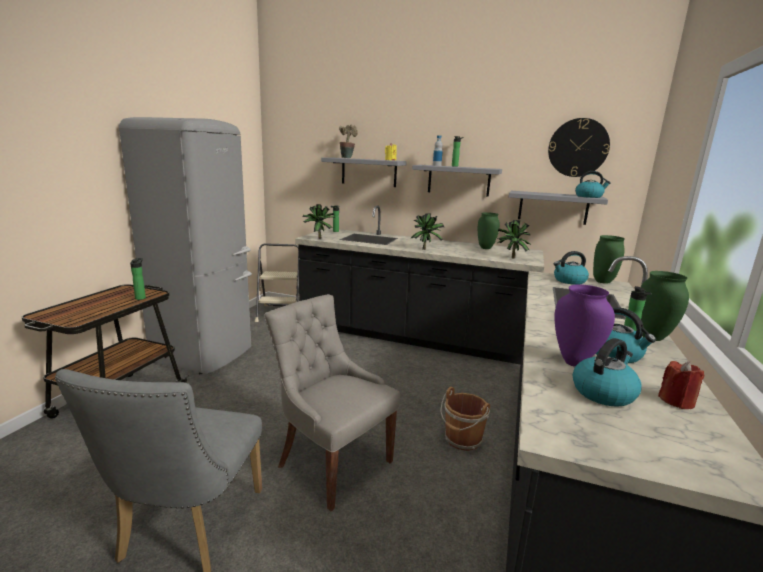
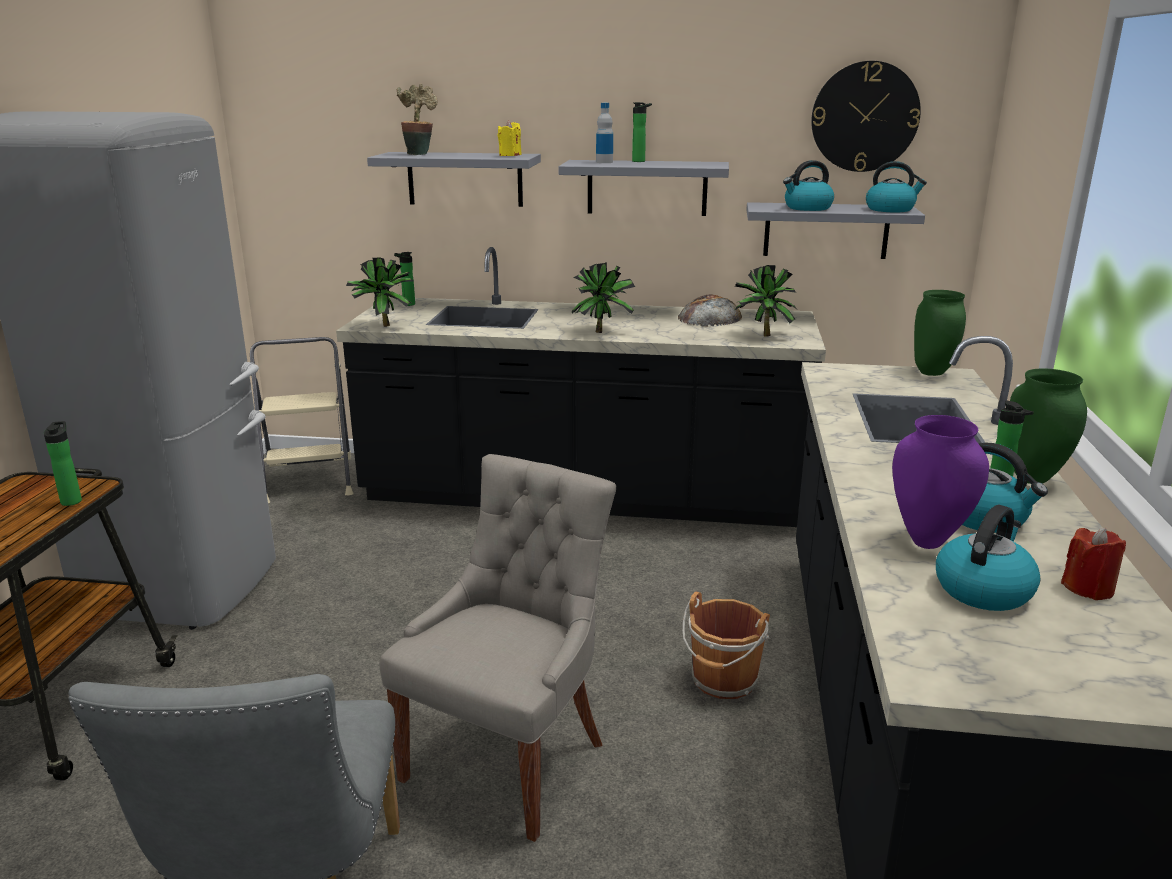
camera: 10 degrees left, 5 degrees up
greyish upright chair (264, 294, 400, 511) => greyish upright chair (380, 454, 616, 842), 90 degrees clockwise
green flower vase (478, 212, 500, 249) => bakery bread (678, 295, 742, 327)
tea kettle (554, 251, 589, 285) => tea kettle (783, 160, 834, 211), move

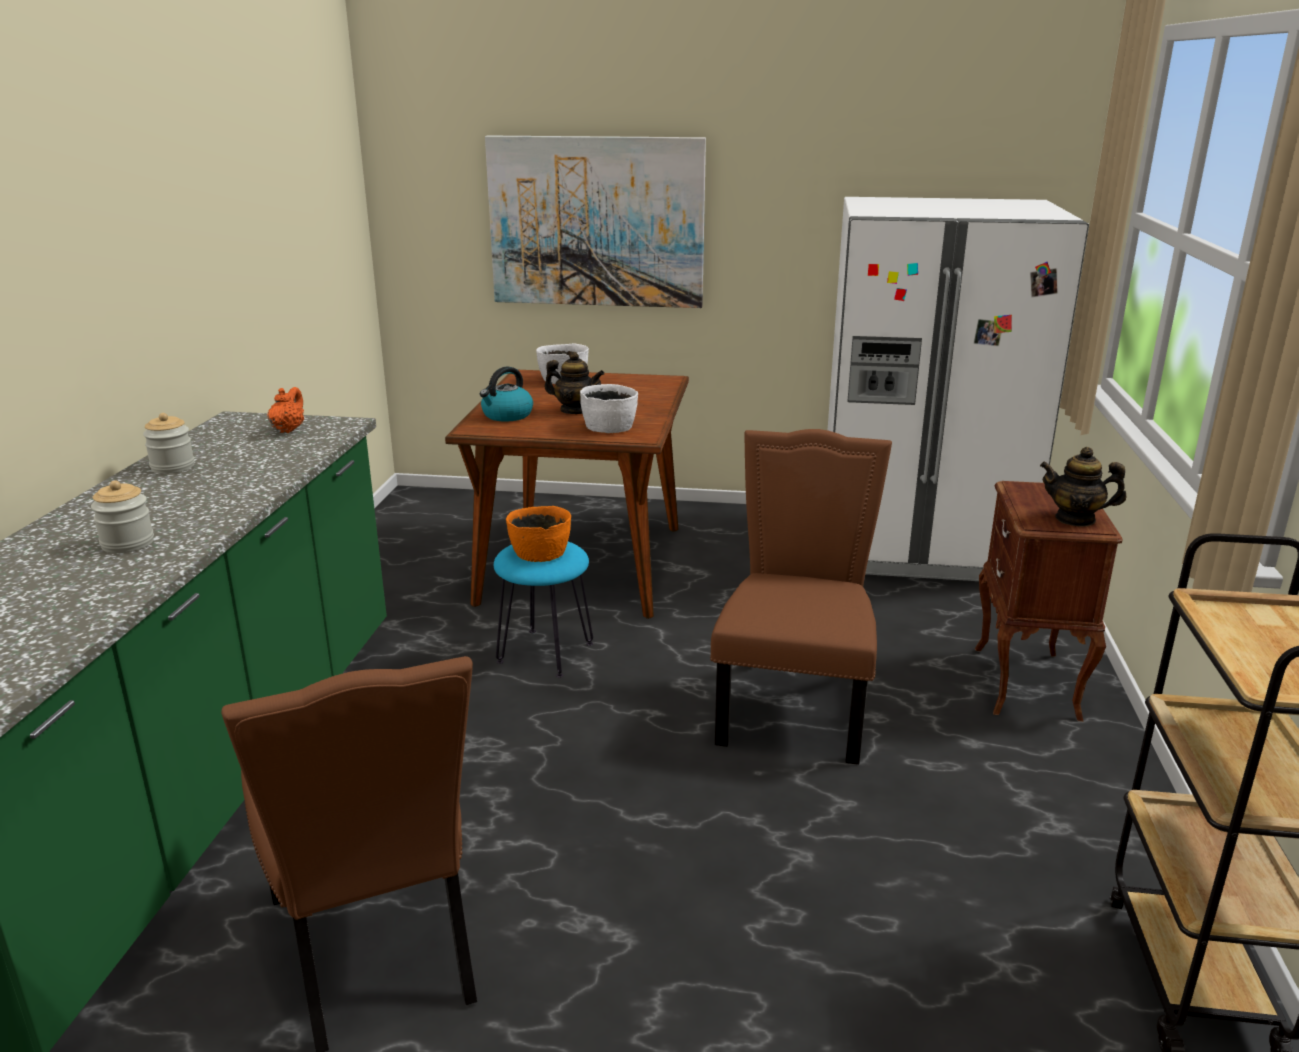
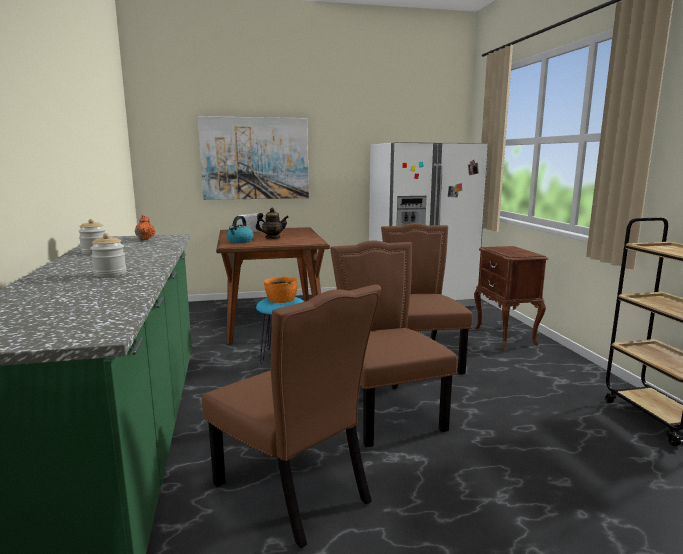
camera: 20 degrees left, 10 degrees down
white serving bowl (580, 384, 638, 433) => nothing
pot for tea (1040, 447, 1126, 527) => nothing
nothing => brown upright chair (330, 240, 457, 448)

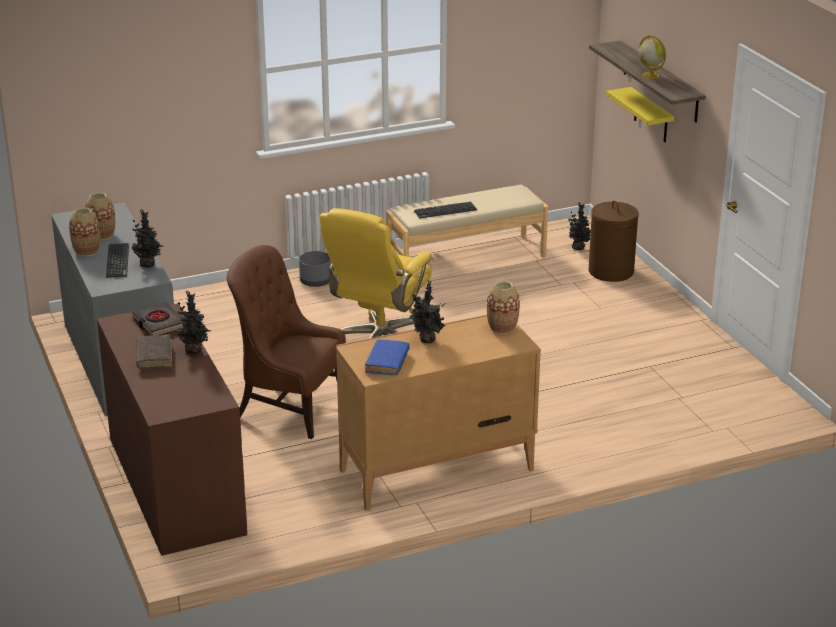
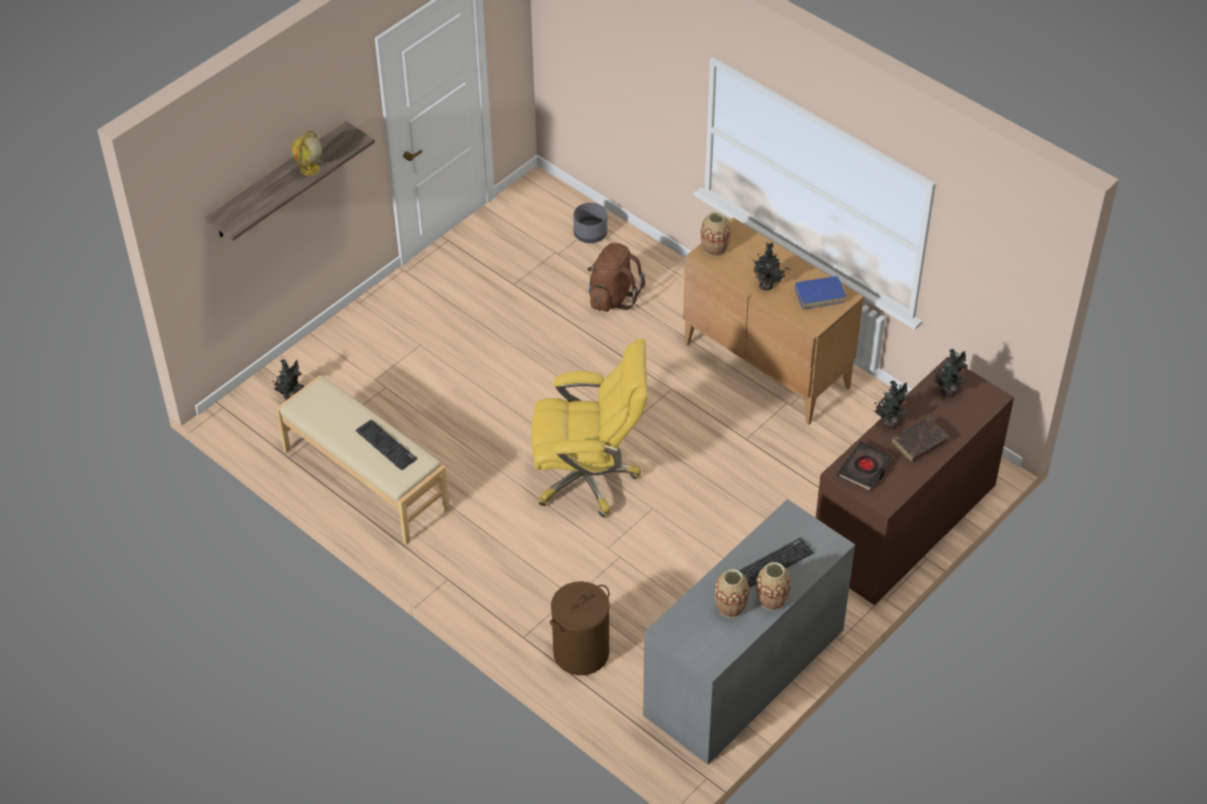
camera: 115 degrees left, 20 degrees up
plant in a pot (132, 209, 163, 268) => plant in a pot (932, 349, 968, 397), move
brown upright chair (227, 245, 346, 439) => nothing
greyish plant pot (299, 251, 332, 287) => greyish plant pot (573, 203, 607, 243), move
brown hamper (589, 200, 639, 282) => brown hamper (550, 581, 610, 675), move
yellow-coloured shelf (606, 87, 674, 142) => nothing
nothing => brown knapsack (587, 243, 645, 312)

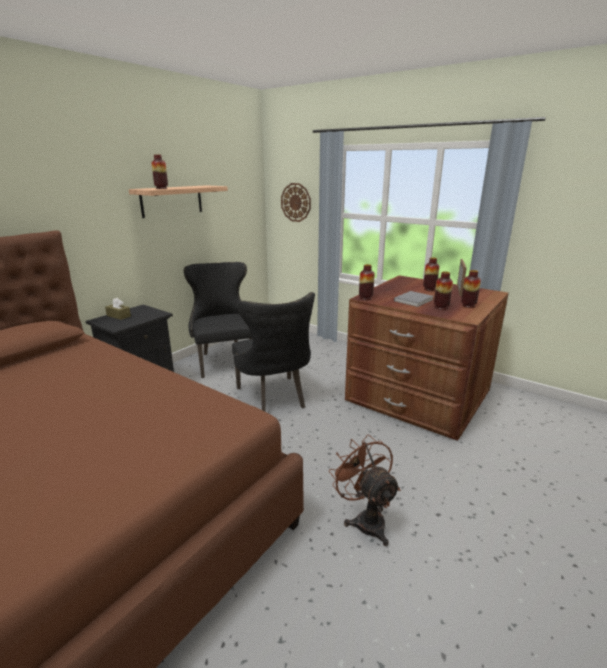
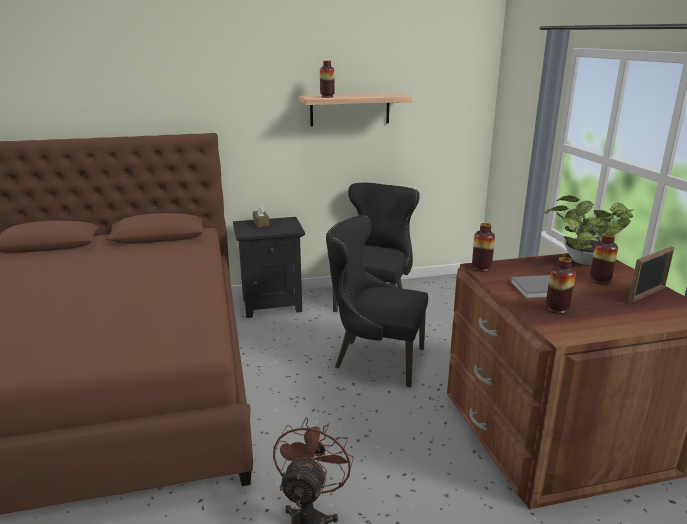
camera: 40 degrees right, 0 degrees up
black upright chair (232, 292, 315, 412) => black upright chair (326, 215, 428, 387), 90 degrees clockwise
wall clock (281, 183, 311, 222) => nothing
flower vase (461, 270, 481, 308) => nothing
nothing => plant in a pot (545, 195, 633, 265)

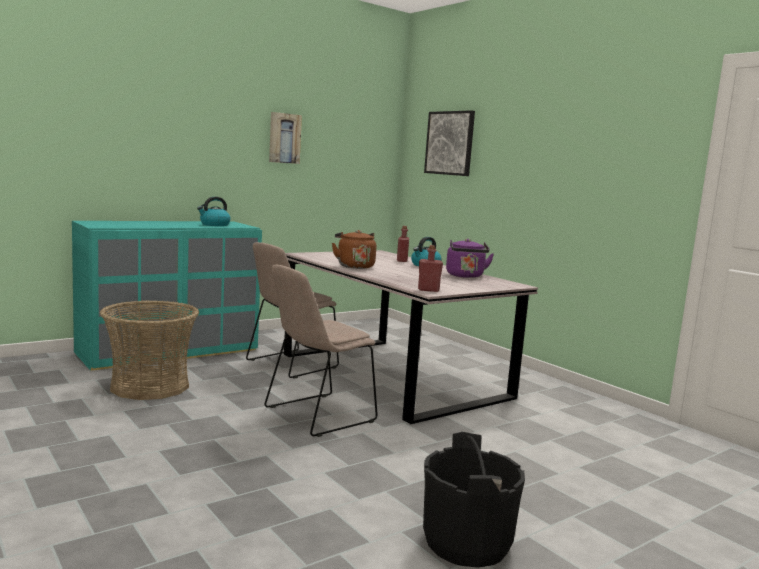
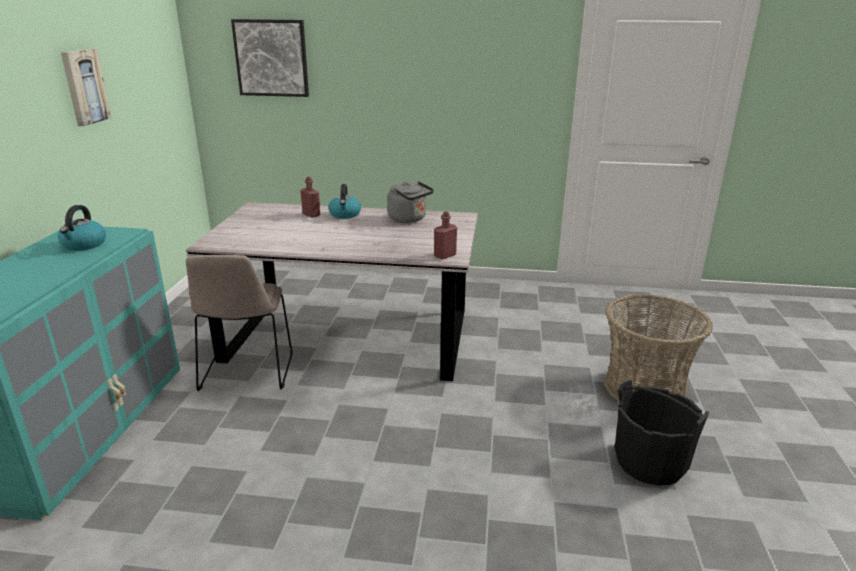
camera: 45 degrees left, 15 degrees up
basket (100, 300, 199, 400) => basket (604, 294, 713, 401), move
beige-coloured upright chair (264, 265, 378, 437) => nothing
brown tea kettle (332, 230, 376, 269) => nothing
purple-coloured tea kettle (446, 239, 494, 278) => greyish tea kettle (387, 181, 434, 223)

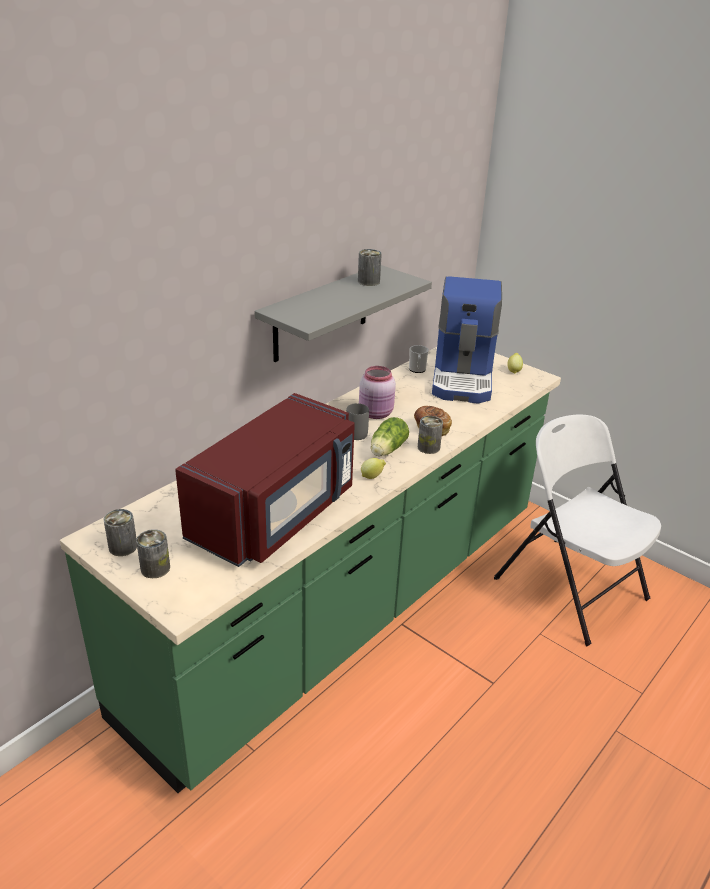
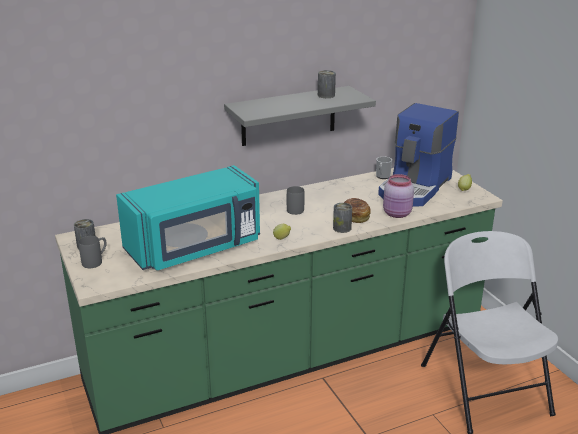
camera: 25 degrees right, 5 degrees down
metal can (136, 529, 170, 578) => greyish mug (78, 236, 107, 268)
red kitchen microwave (175, 393, 355, 567) => turquoise kitchen microwave (116, 165, 260, 270)
pink-coloured storage jar (359, 366, 396, 419) => pink-coloured storage jar (383, 174, 414, 218), move
lettuce (371, 417, 409, 456) => nothing

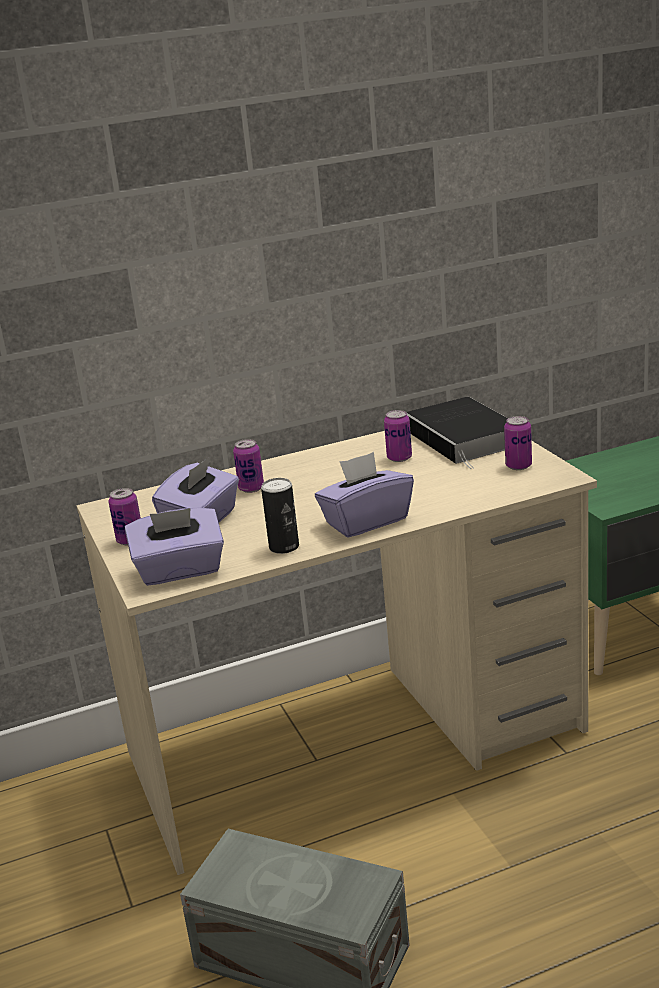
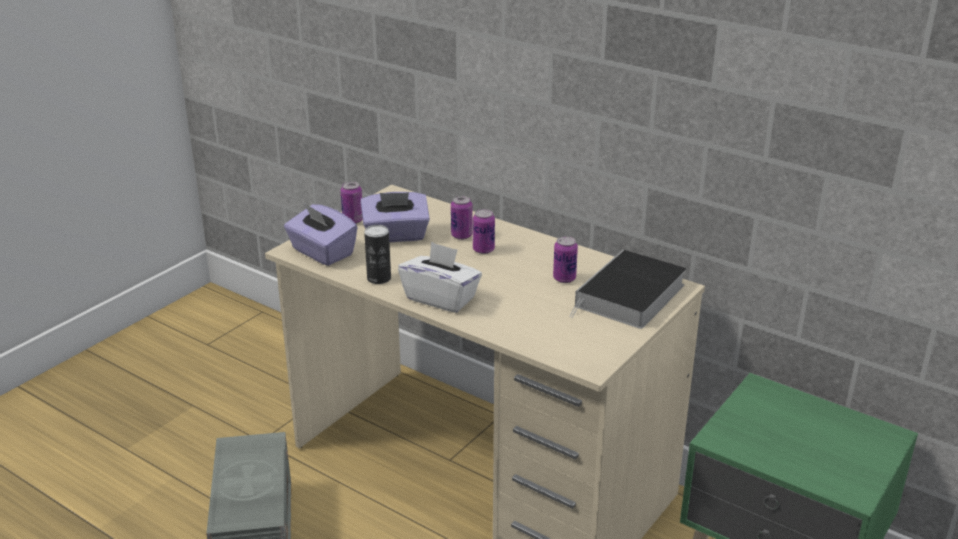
camera: 55 degrees right, 5 degrees up
purple-coloured tissue holder (315, 452, 414, 538) => white tissue holder (398, 241, 482, 313)
metal can (504, 416, 532, 470) => metal can (473, 209, 495, 254), move

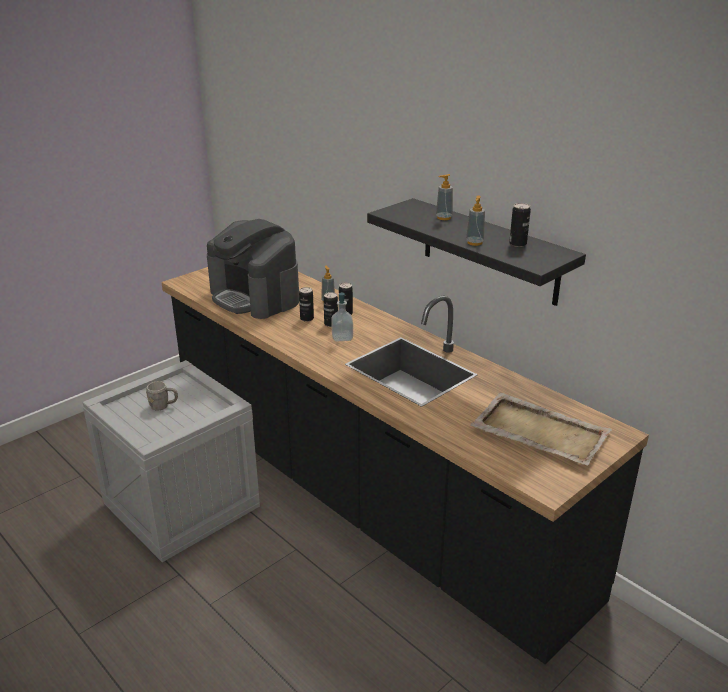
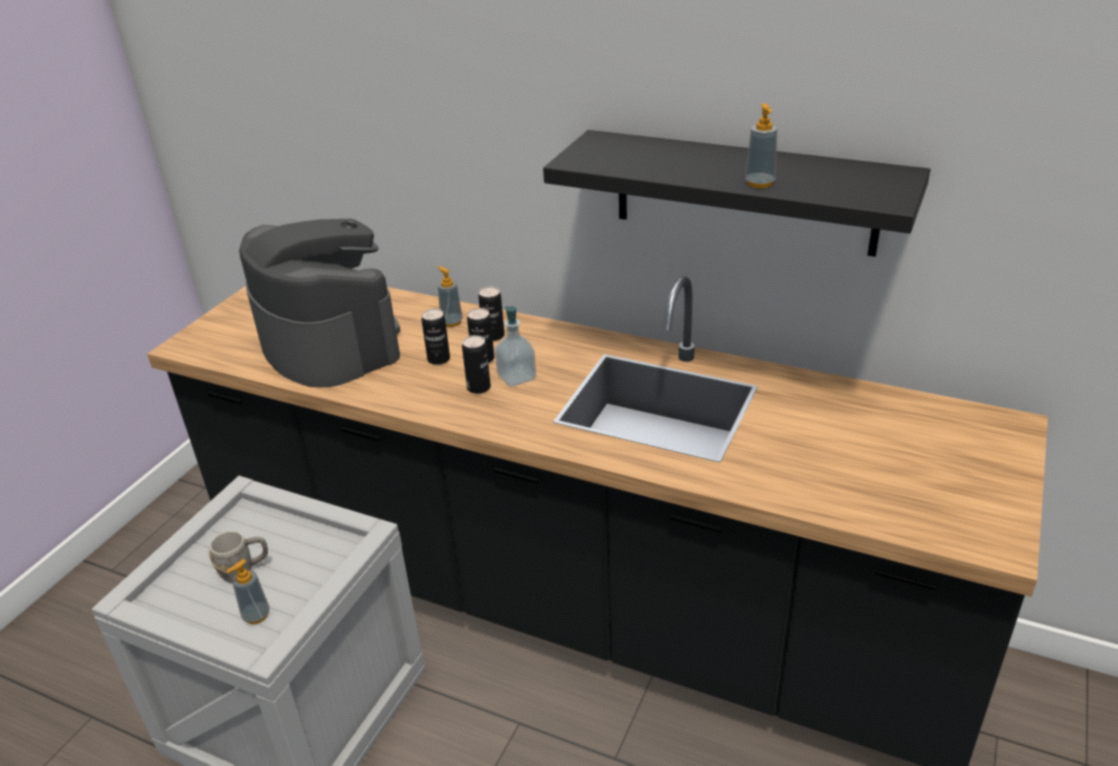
camera: 20 degrees left, 5 degrees up
coffee machine (207, 219, 299, 319) => coffee machine (239, 219, 401, 387), 150 degrees counterclockwise
liquid soap bottle (436, 174, 453, 220) => liquid soap bottle (226, 559, 270, 624), move
beige-coloured carrying tray (470, 392, 612, 465) => nothing
metal can (509, 203, 531, 247) => metal can (462, 335, 491, 394), move

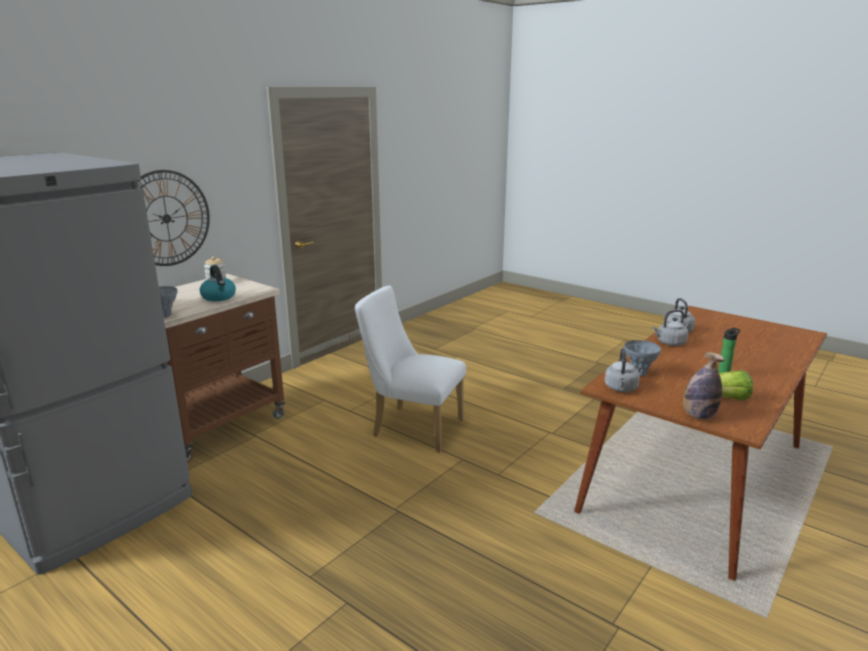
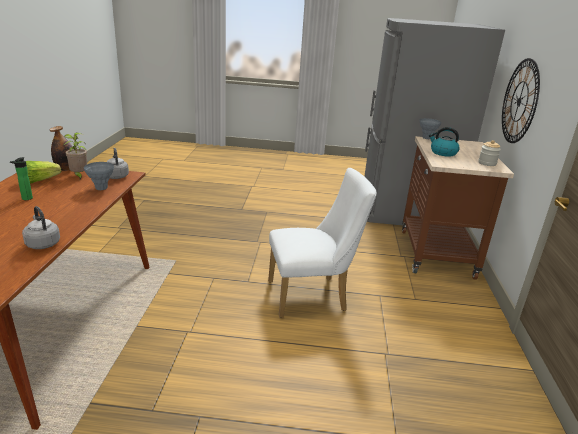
camera: 145 degrees right, 5 degrees up
greyish tea kettle (652, 310, 688, 346) => nothing
nothing => plant in a pot (64, 132, 87, 179)

